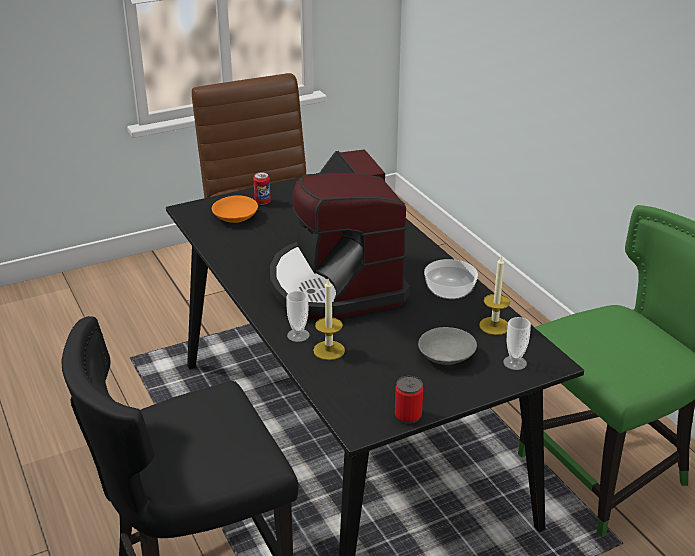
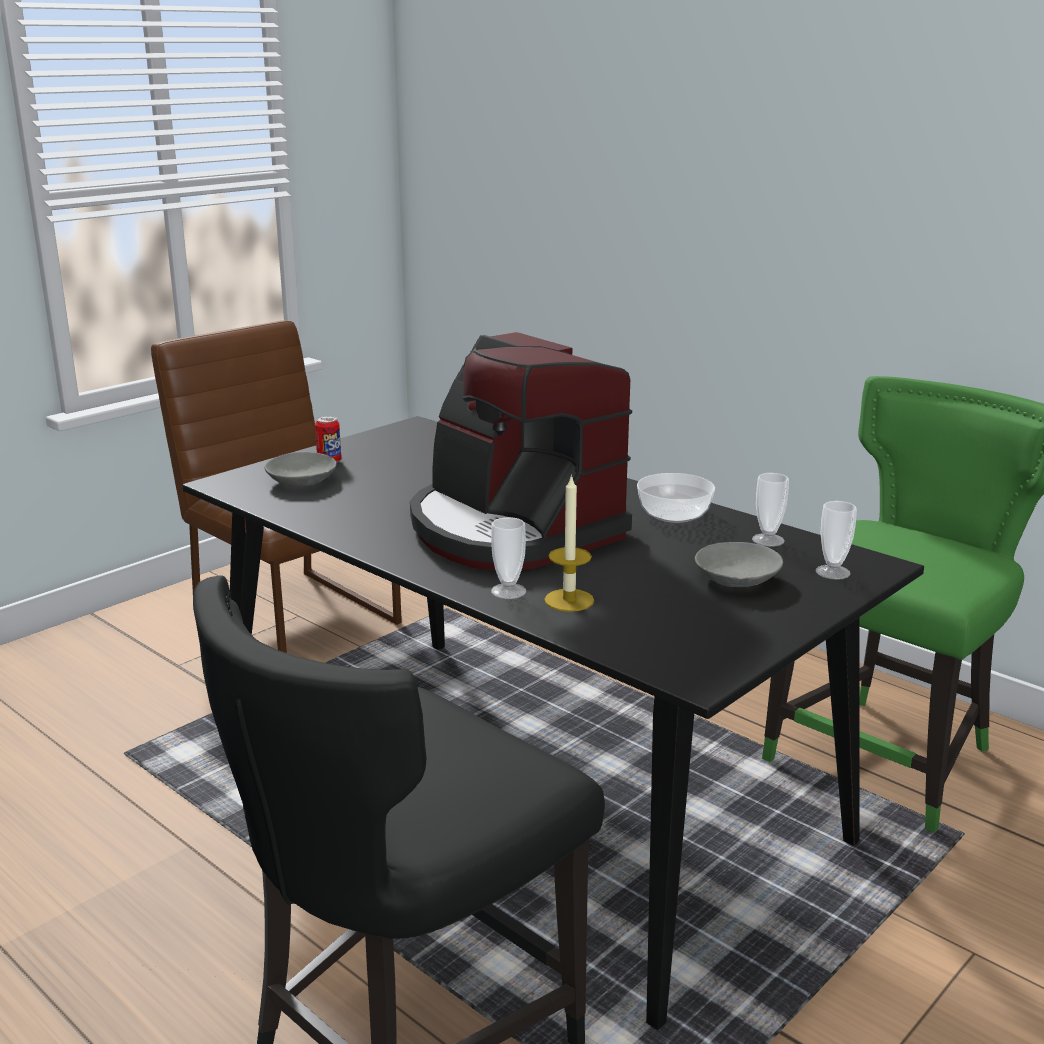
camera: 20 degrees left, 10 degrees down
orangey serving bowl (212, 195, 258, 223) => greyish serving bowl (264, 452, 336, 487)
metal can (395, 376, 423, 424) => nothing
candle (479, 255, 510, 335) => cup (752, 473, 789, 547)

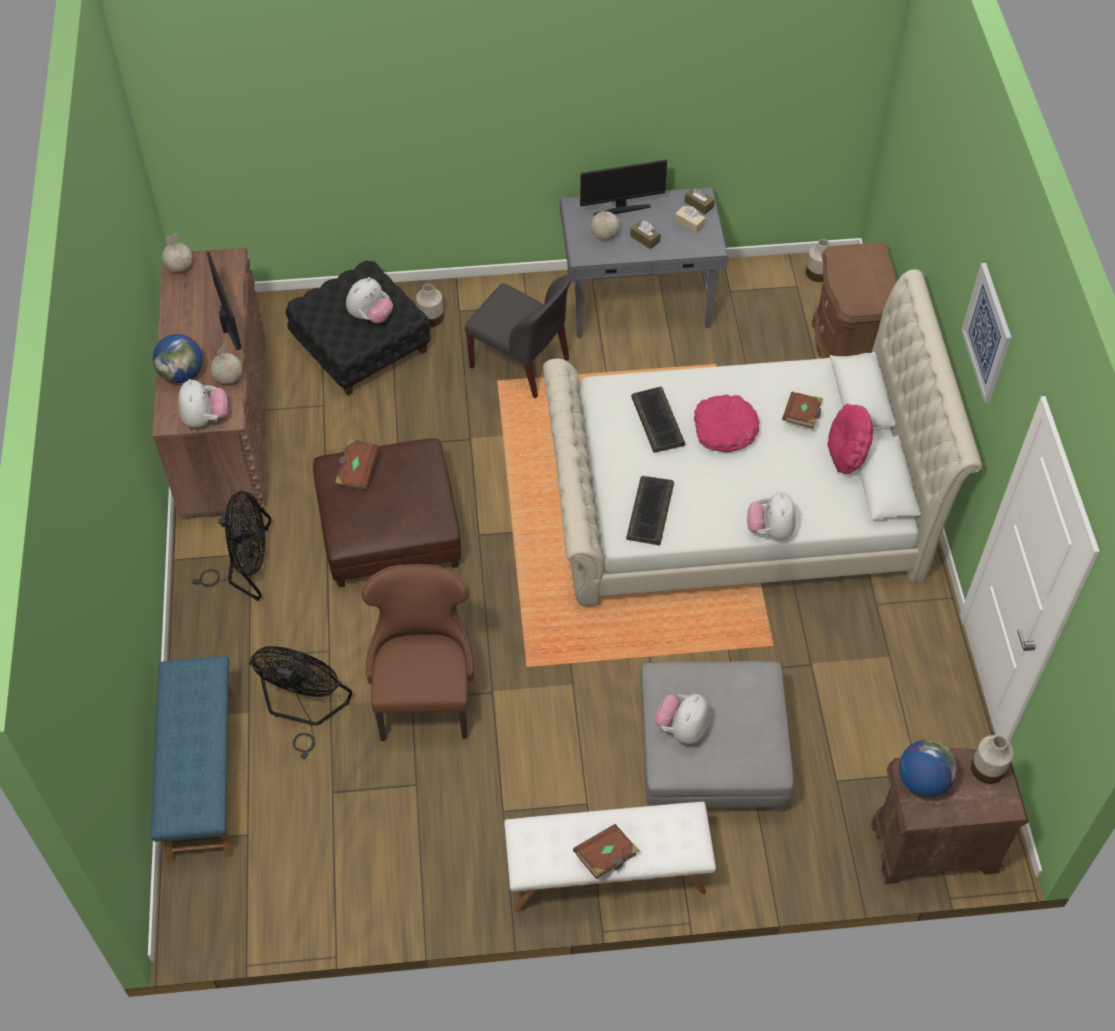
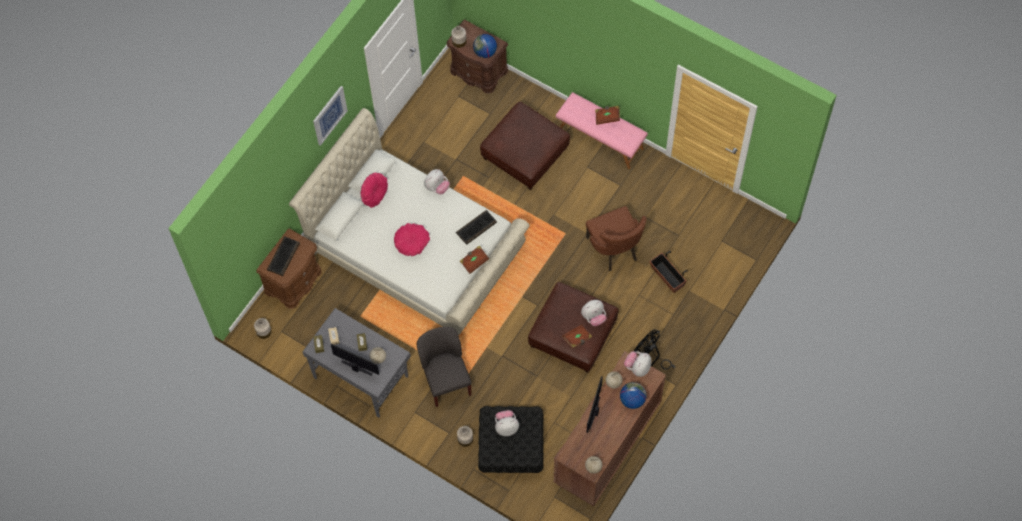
camera: 140 degrees left, 10 degrees up
bluish bench (151, 656, 235, 863) => nothing
black fan (249, 646, 352, 759) => plant pot (649, 251, 688, 293)
brown upright chair (361, 564, 474, 741) => brown upright chair (586, 206, 647, 271), 60 degrees counterclockwise
white bench (504, 802, 716, 912) => pink-coloured bench (556, 92, 648, 169)
computer keyboard (631, 387, 685, 453) => computer keyboard (267, 236, 300, 276), move
greyish ottoman (640, 661, 794, 811) => brown ottoman (480, 102, 570, 190)
plush toy (655, 694, 709, 744) => plush toy (581, 300, 607, 326), move
brown volume (782, 392, 823, 429) => brown volume (460, 245, 489, 274), move

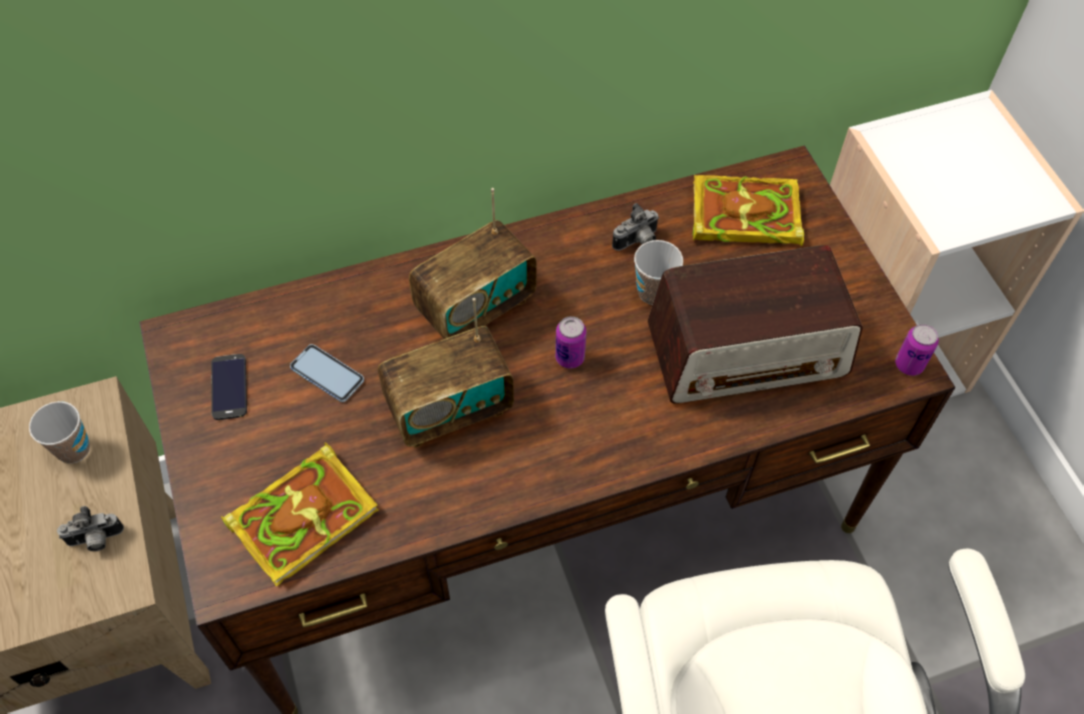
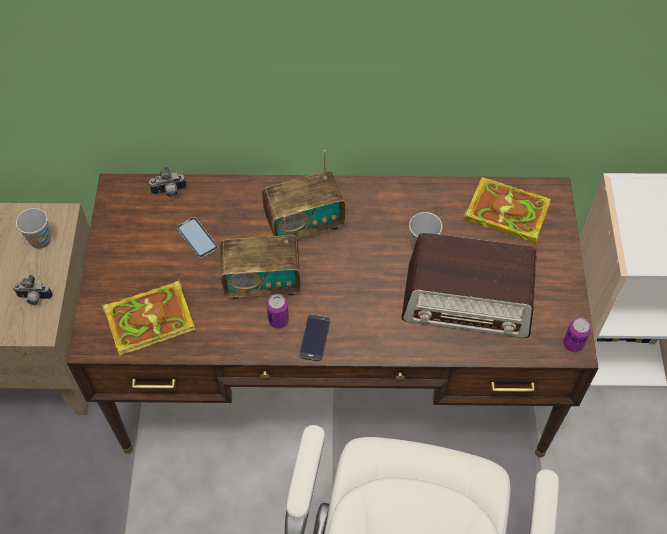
camera: 20 degrees right, 0 degrees up
handset (211, 354, 247, 420) => handset (299, 314, 330, 361), move
metal can (555, 316, 587, 368) => metal can (267, 294, 289, 329), move
still camera (612, 203, 659, 251) => still camera (149, 167, 186, 197), move

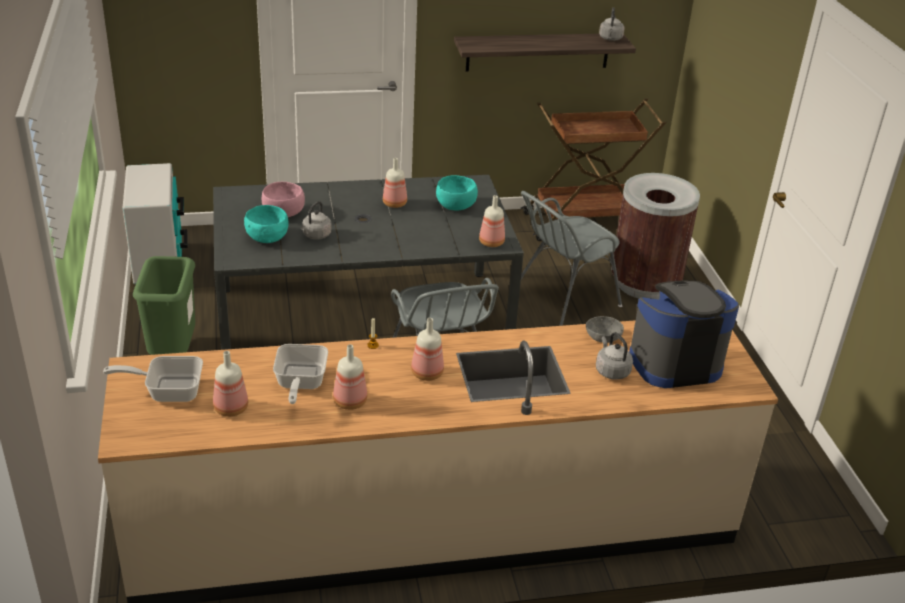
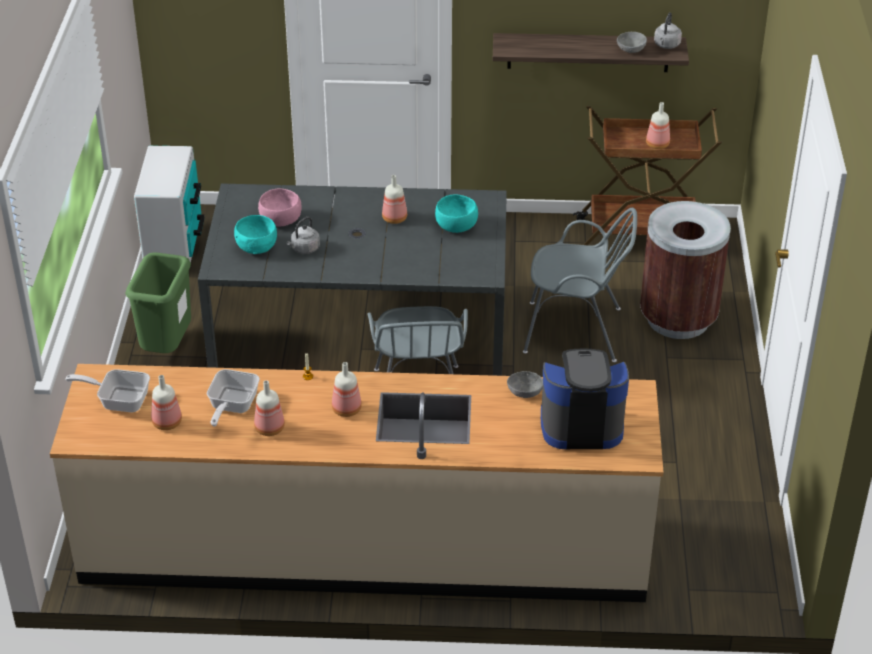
camera: 15 degrees right, 5 degrees up
beverage bottle (479, 195, 505, 247) => beverage bottle (646, 102, 670, 149), move
greyish upright chair (521, 191, 623, 326) => greyish upright chair (523, 208, 637, 362), 150 degrees counterclockwise
greyish tea kettle (596, 332, 633, 380) => nothing
nothing => greyish serving bowl (617, 32, 647, 53)

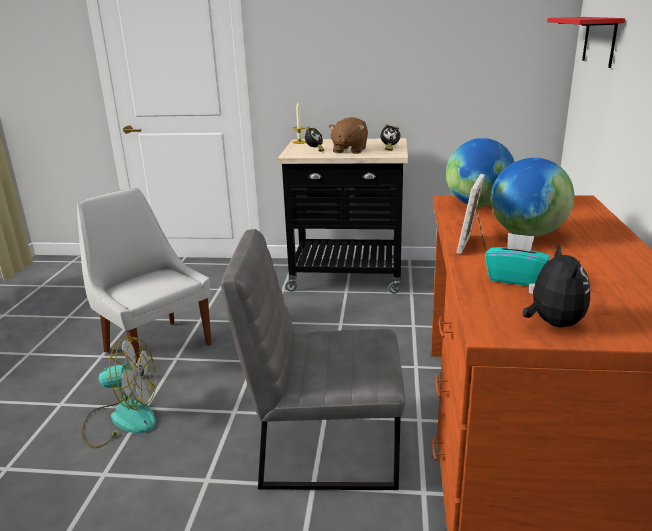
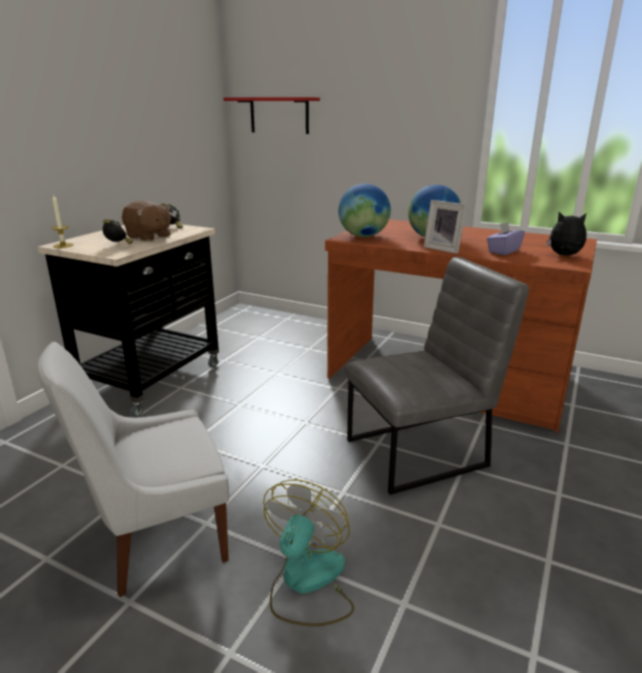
camera: 70 degrees left, 0 degrees up
greyish upright chair (221, 229, 405, 490) => greyish upright chair (345, 257, 529, 495), 135 degrees counterclockwise
turquoise tissue holder (485, 233, 550, 286) => purple-coloured tissue holder (487, 222, 525, 255)

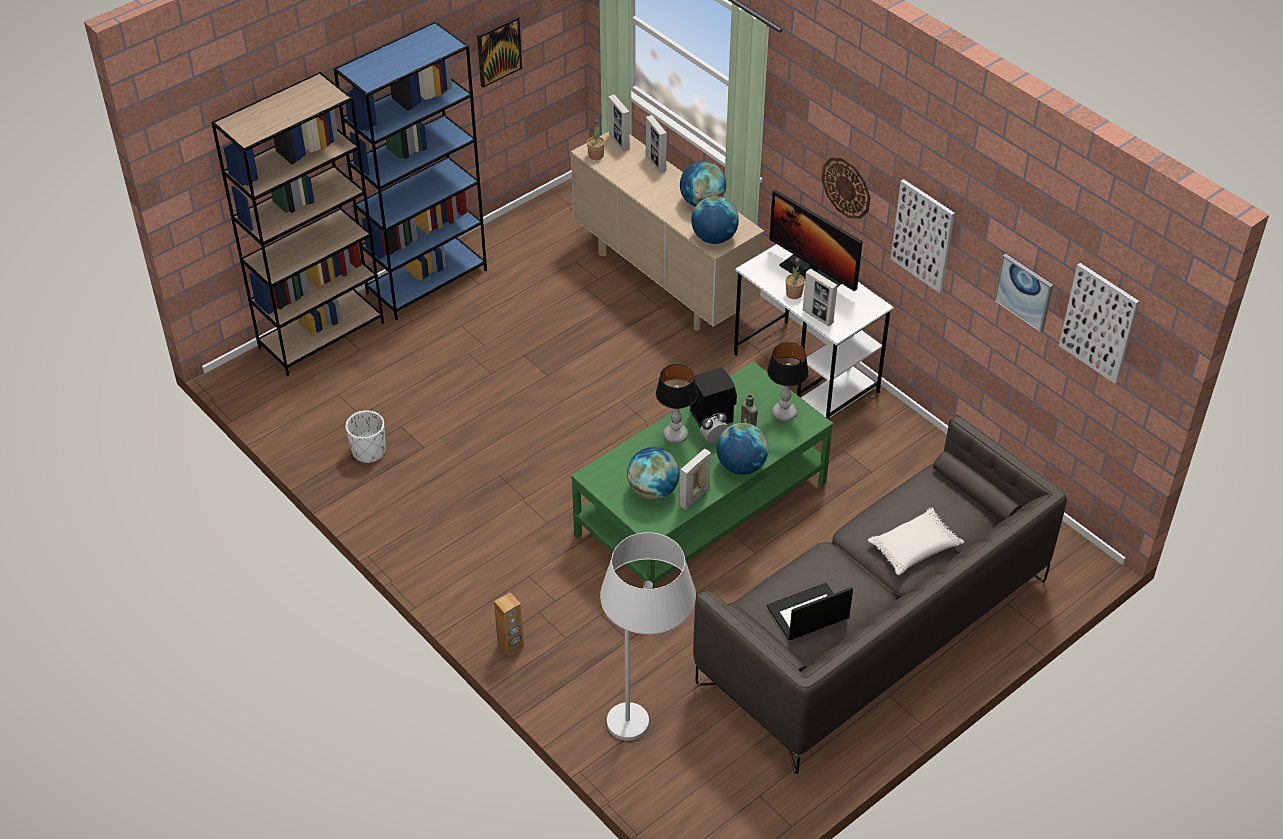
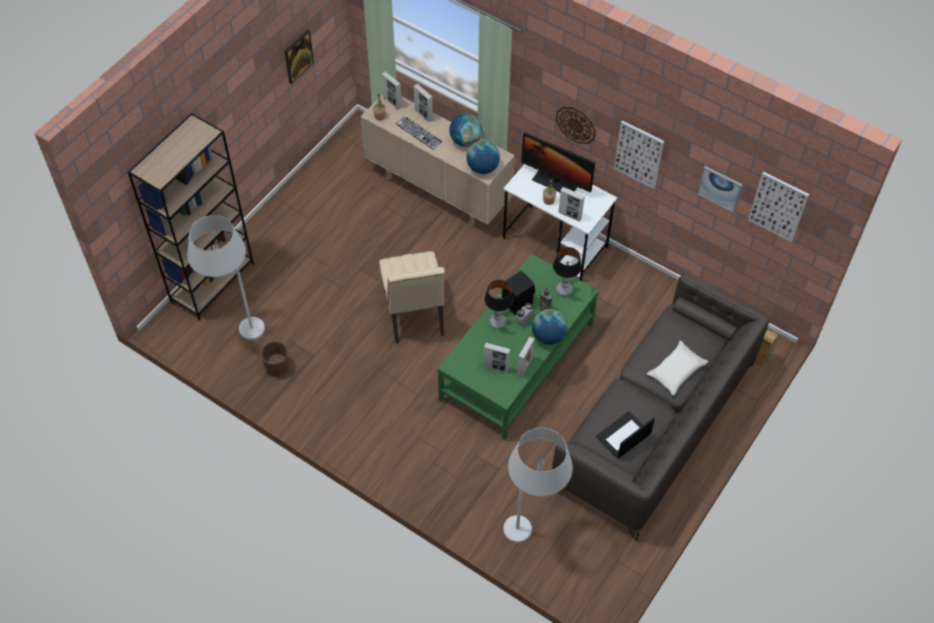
camera: 15 degrees left, 10 degrees up
bluish bookcase (334, 21, 487, 320) => nothing
white plant pot (345, 410, 386, 464) => brown plant pot (261, 341, 289, 377)
brown speaker (494, 592, 524, 656) => brown speaker (754, 330, 778, 368), move
globe (627, 447, 680, 500) => picture frame (483, 343, 510, 373)
nothing => white floor lamp (187, 215, 265, 340)
nothing => beige-coloured upright chair (379, 251, 445, 344)
nothing => computer keyboard (396, 116, 442, 149)

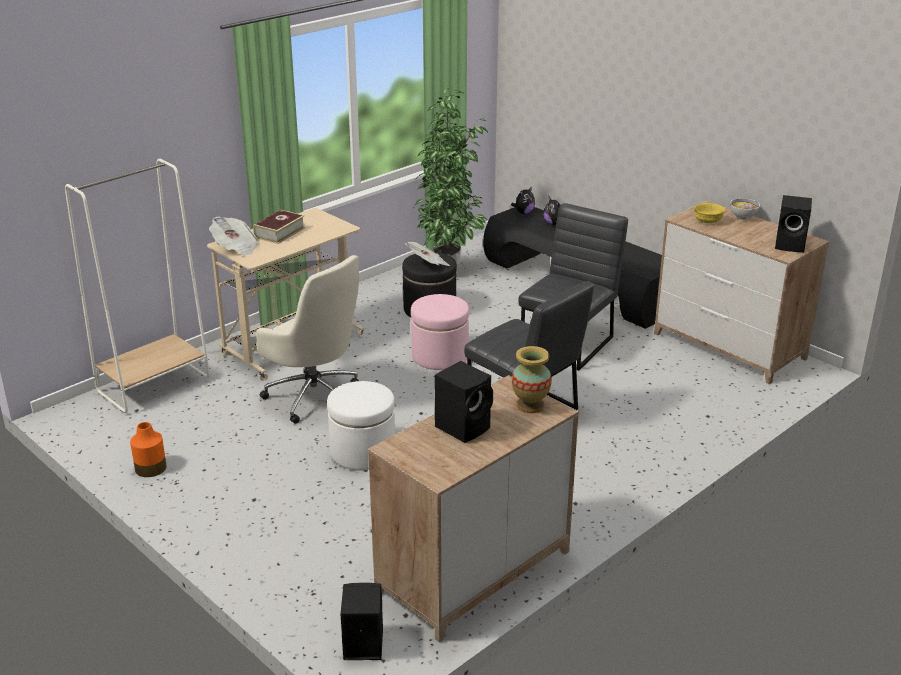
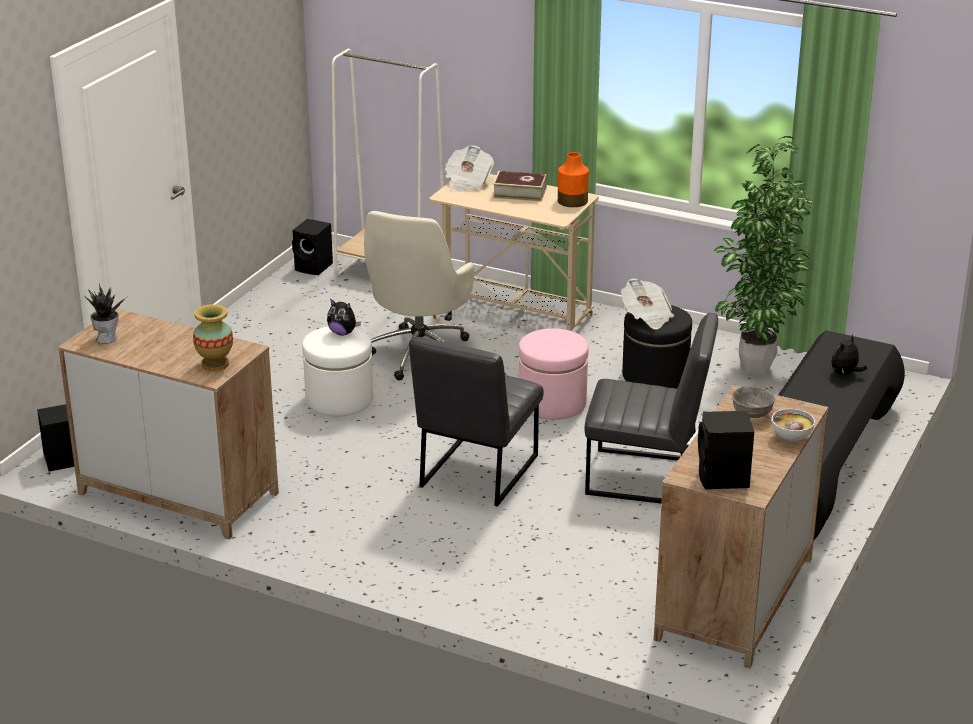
camera: 70 degrees right, 0 degrees up
orangey flower vase (130, 422, 167, 477) => orangey flower vase (558, 152, 589, 207), move
black speaker (435, 361, 493, 443) => black speaker (292, 219, 333, 275), move
plush toy (511, 187, 535, 214) => plush toy (327, 299, 361, 335), move
yellow-coloured serving bowl (694, 203, 725, 223) => greyish serving bowl (732, 386, 775, 418)
nothing => plant in a pot (85, 283, 127, 343)

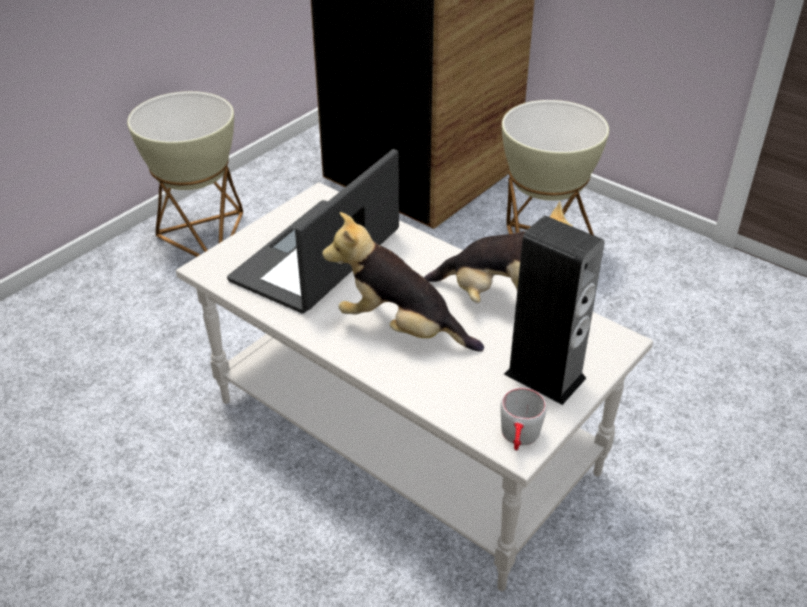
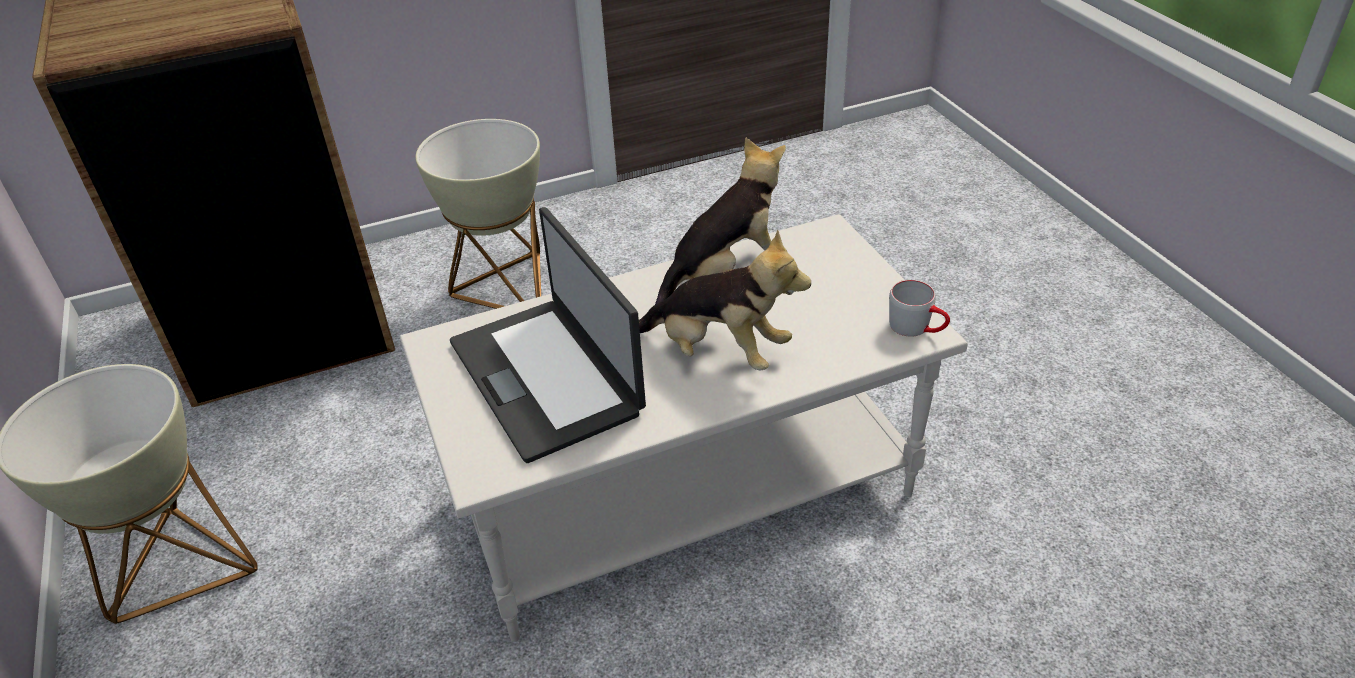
camera: 60 degrees left, 0 degrees up
plush toy (322, 212, 484, 352) => plush toy (639, 229, 811, 371), 120 degrees counterclockwise
speaker (504, 215, 605, 405) => nothing

